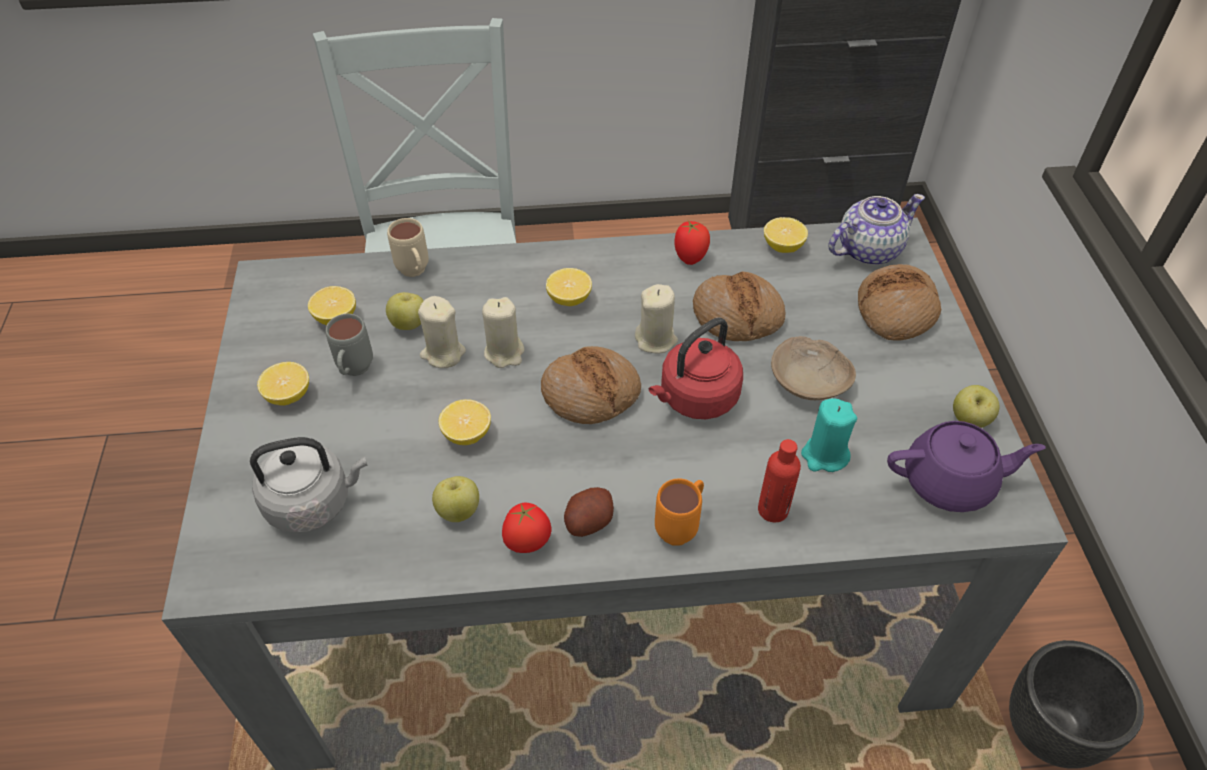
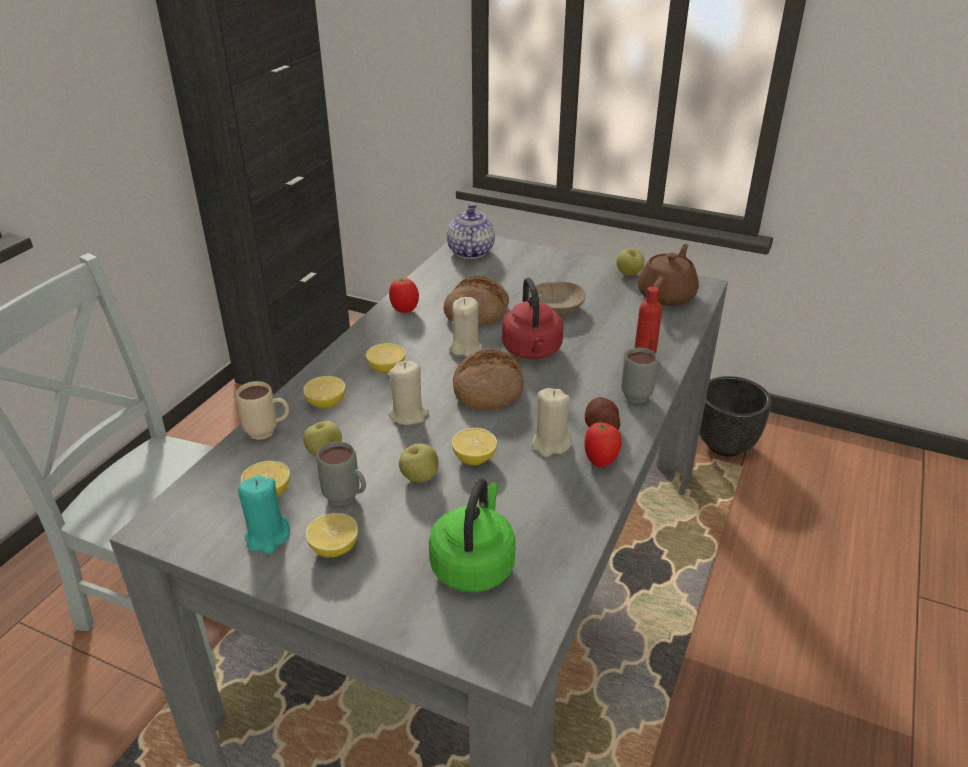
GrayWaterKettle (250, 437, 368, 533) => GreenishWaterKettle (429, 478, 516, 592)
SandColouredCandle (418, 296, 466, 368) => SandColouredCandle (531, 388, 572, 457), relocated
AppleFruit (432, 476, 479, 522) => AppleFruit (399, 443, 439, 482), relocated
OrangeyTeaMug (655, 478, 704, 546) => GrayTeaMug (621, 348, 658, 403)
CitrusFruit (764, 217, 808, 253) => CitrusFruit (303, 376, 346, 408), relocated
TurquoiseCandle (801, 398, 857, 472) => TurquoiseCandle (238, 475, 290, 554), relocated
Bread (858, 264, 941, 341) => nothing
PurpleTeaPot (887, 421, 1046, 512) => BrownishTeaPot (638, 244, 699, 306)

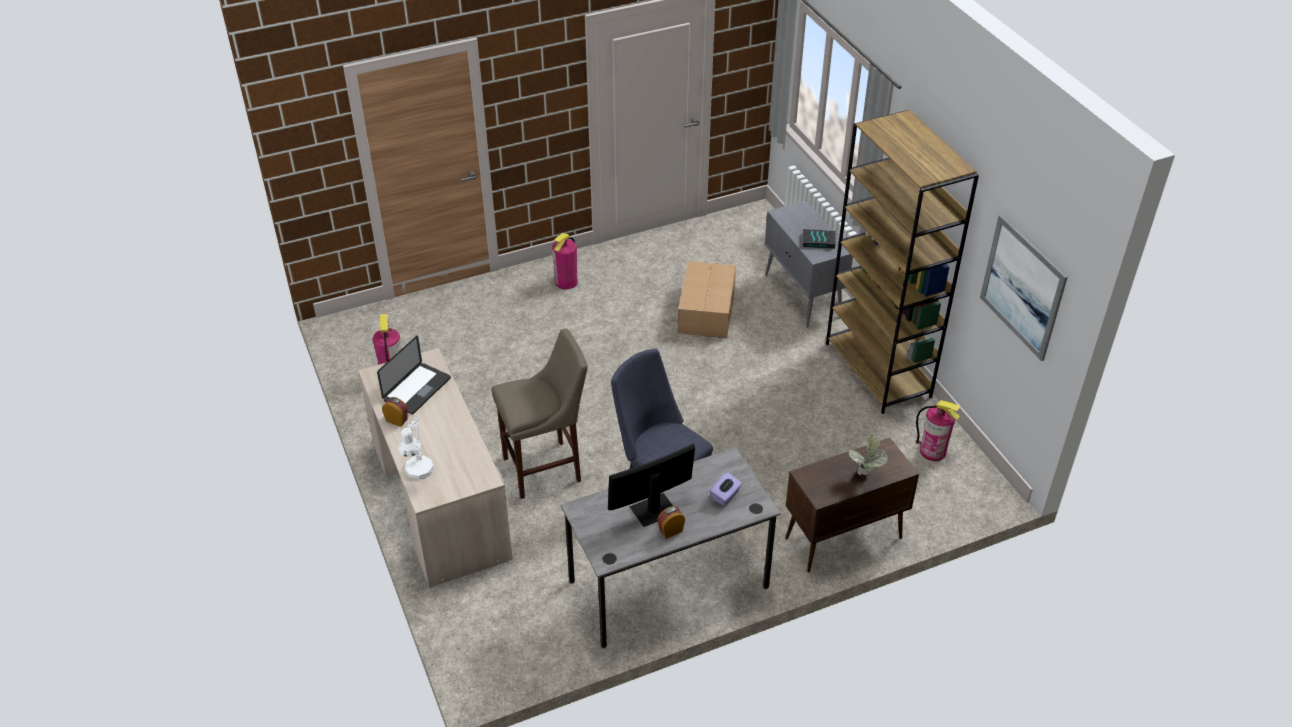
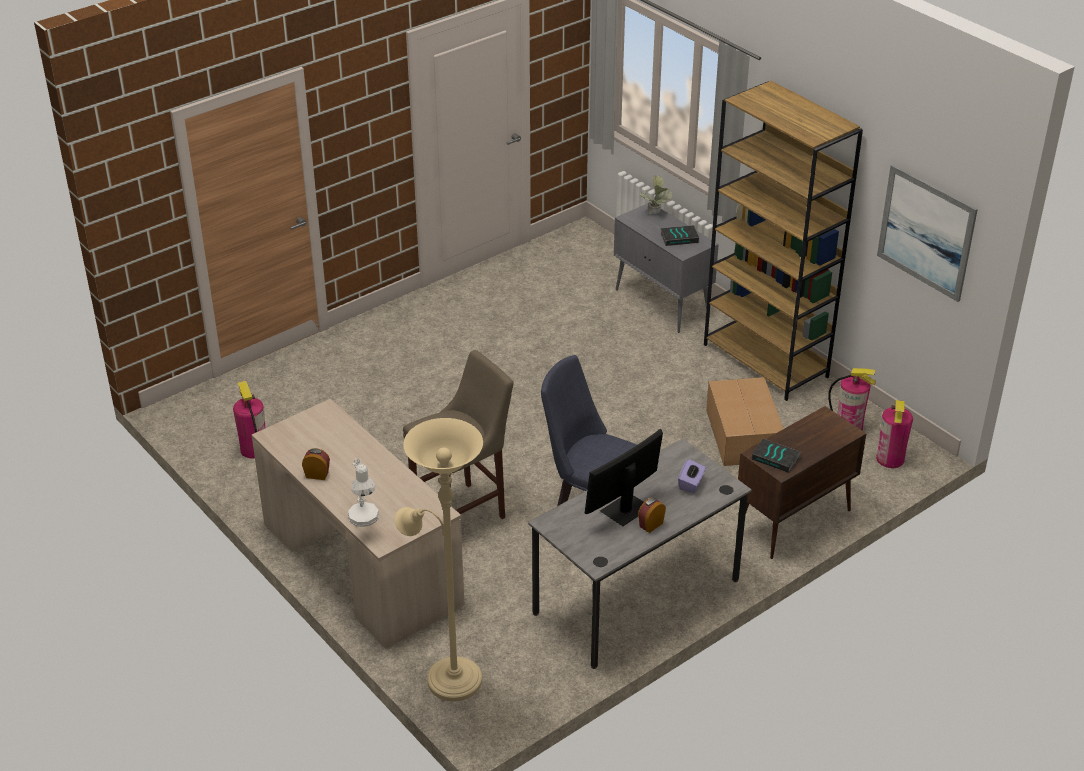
Laptop (377, 336, 451, 414) => nothing
Extinguisher (552, 233, 578, 289) => Extinguisher (876, 400, 913, 468), relocated
CardboardBox (678, 261, 736, 338) => CardboardBox (706, 377, 783, 466), relocated
Houseplant (849, 434, 888, 475) => Houseplant (640, 175, 672, 215), relocated
nothing => SandColouredStandingLamp (394, 418, 483, 702)
nothing => Book (752, 439, 801, 473)

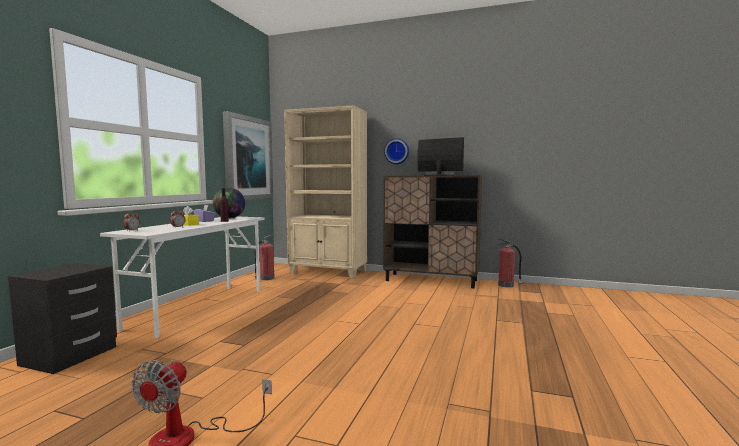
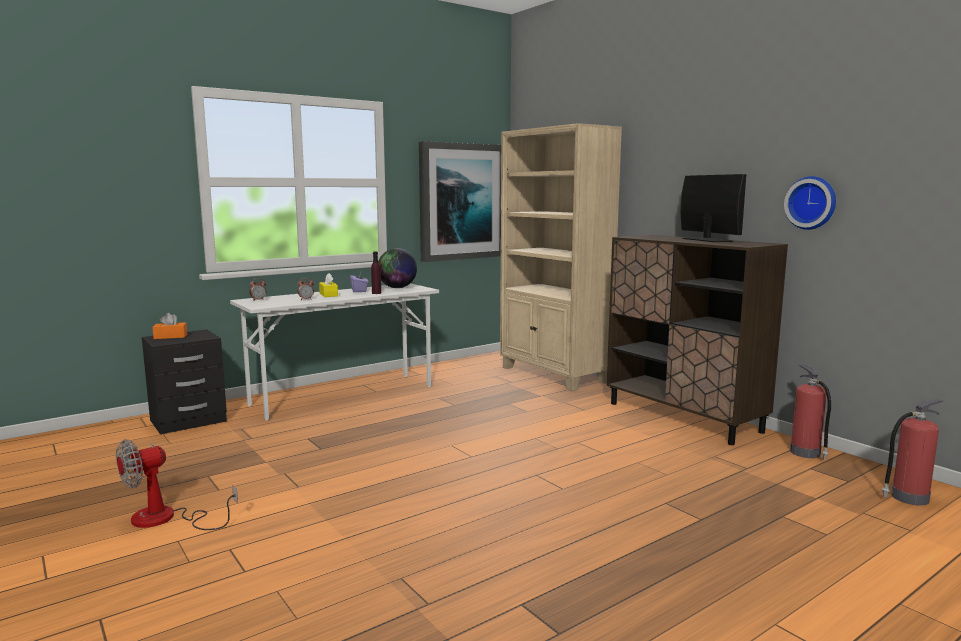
Extinguisher (255, 234, 275, 280) => Extinguisher (882, 398, 943, 506), relocated
HangingClock (384, 138, 409, 164) => HangingClock (784, 176, 836, 230), relocated
nothing => OrangeyBoxOfTissues (152, 313, 187, 339)

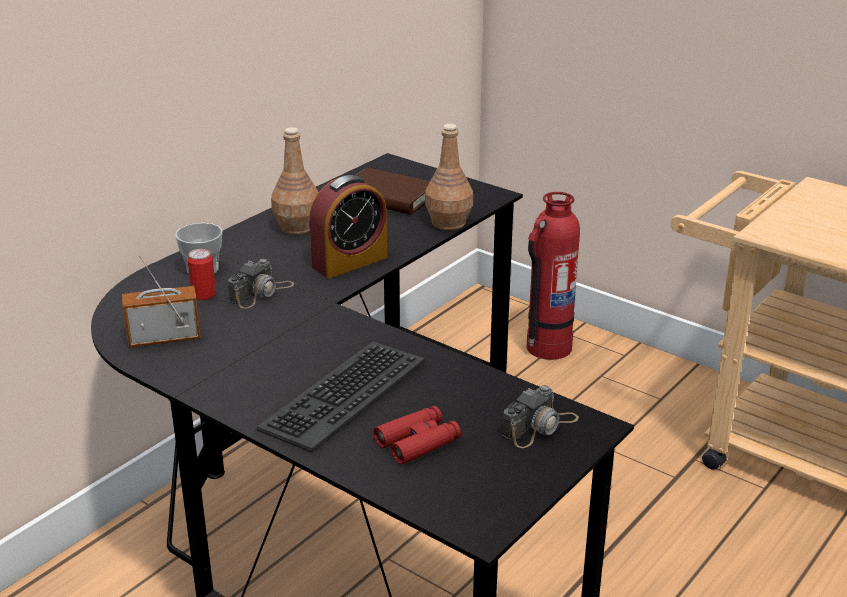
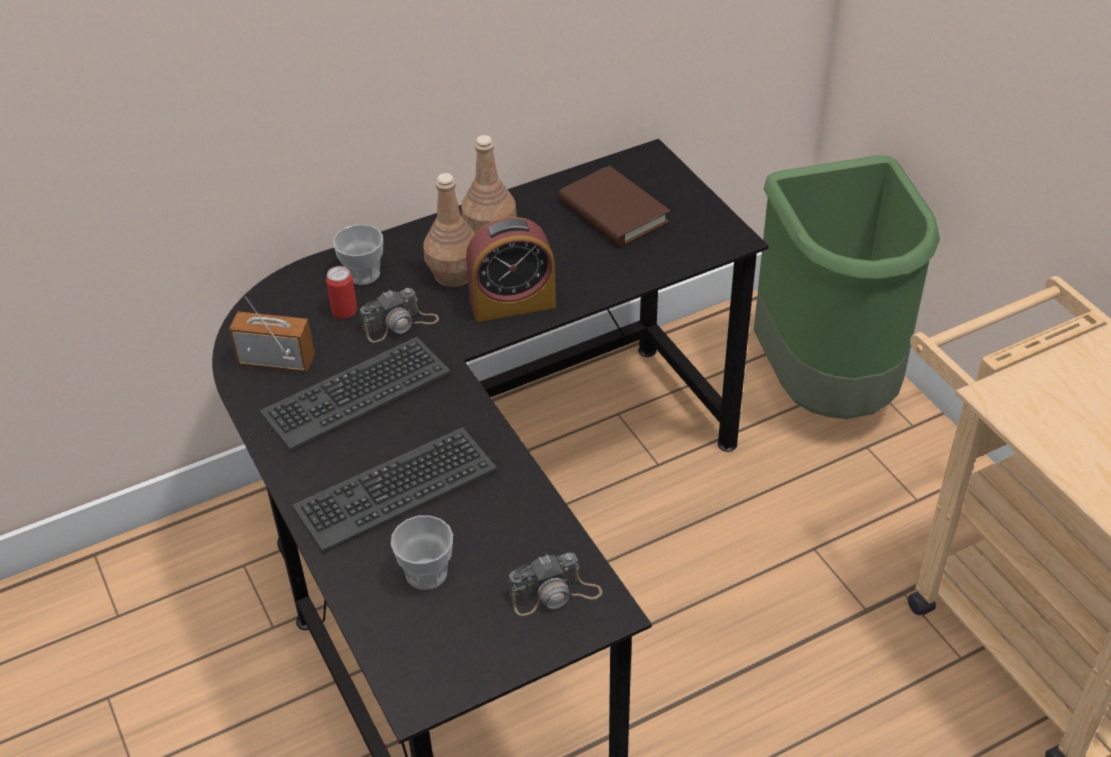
RedFieldGlasses (374, 406, 461, 465) => Cup (391, 515, 453, 590)
BrownishBottle (425, 124, 473, 230) => BrownishBottle (423, 173, 475, 287), relocated
Extinguisher (526, 192, 580, 360) => GreenishRubbishBin (754, 155, 940, 419)
nothing => ComputerKeyboard (259, 337, 452, 452)

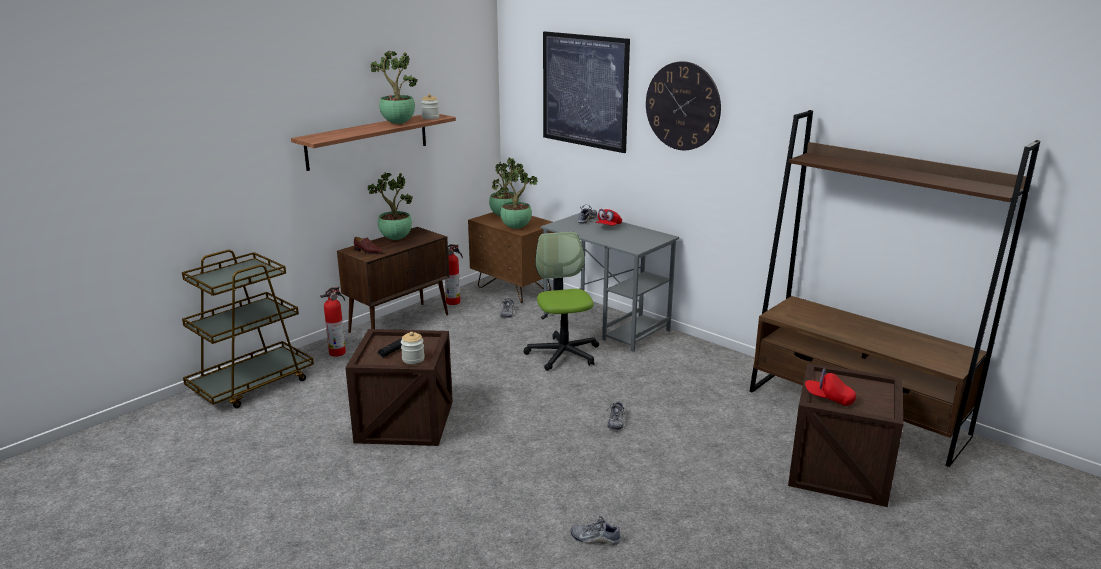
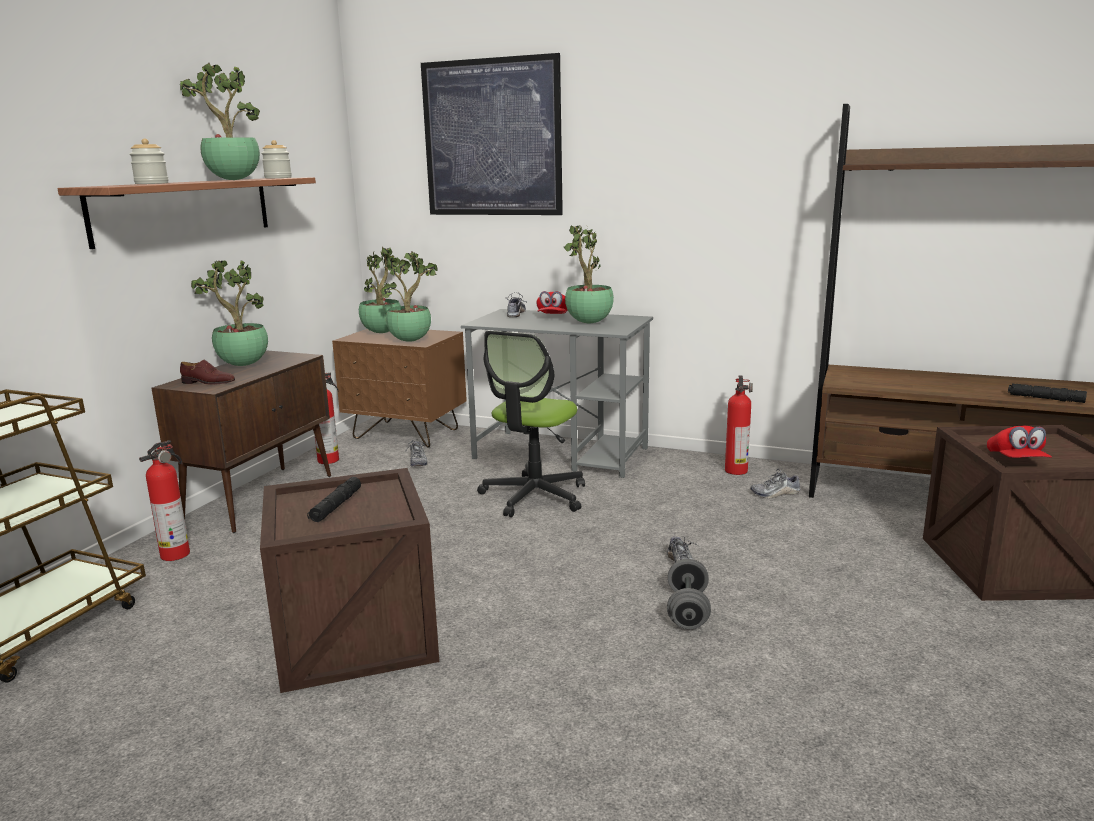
PreserveJar (401, 332, 425, 364) => PreserveJar (129, 139, 169, 184), relocated
DeskChair (523, 232, 599, 371) => DeskChair (477, 331, 585, 517), 120 degrees counterclockwise
Shoe (571, 516, 621, 545) => Shoe (750, 468, 800, 498), relocated
HangingClock (646, 61, 721, 150) => nothing
RedPeakedCap (805, 369, 856, 406) => RedPeakedCap (987, 426, 1052, 458), 90 degrees counterclockwise
nothing => Houseplant (564, 226, 614, 323)
nothing => GrayFreeWeight (667, 559, 711, 629)
nothing => Extinguisher (725, 375, 753, 475)
nothing => BlackFlashlight (1008, 383, 1087, 403)

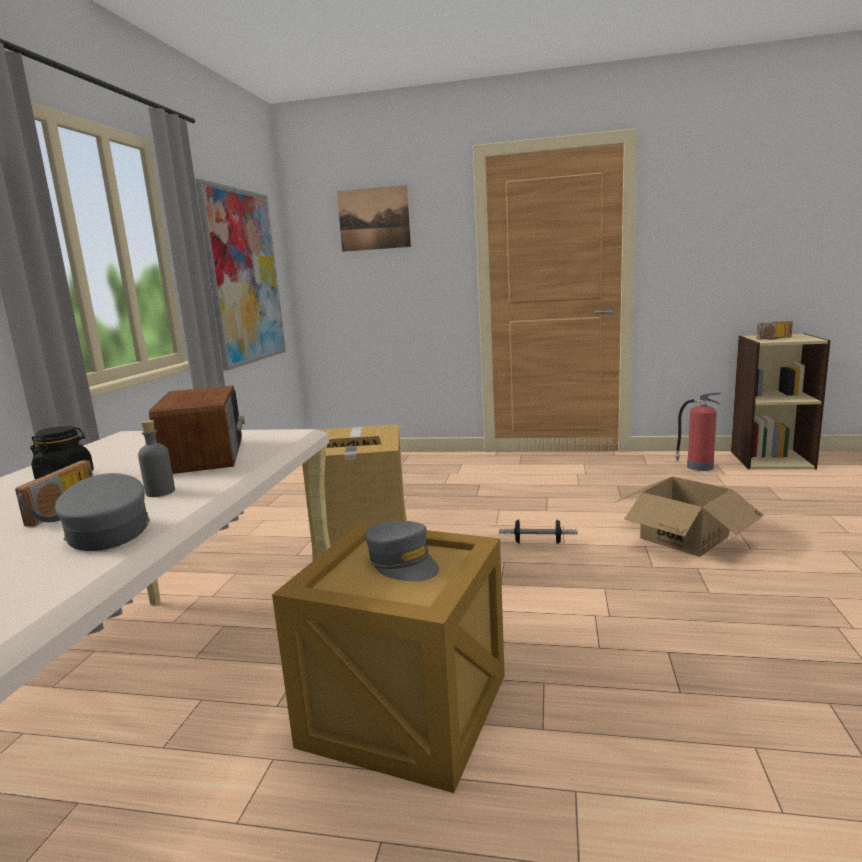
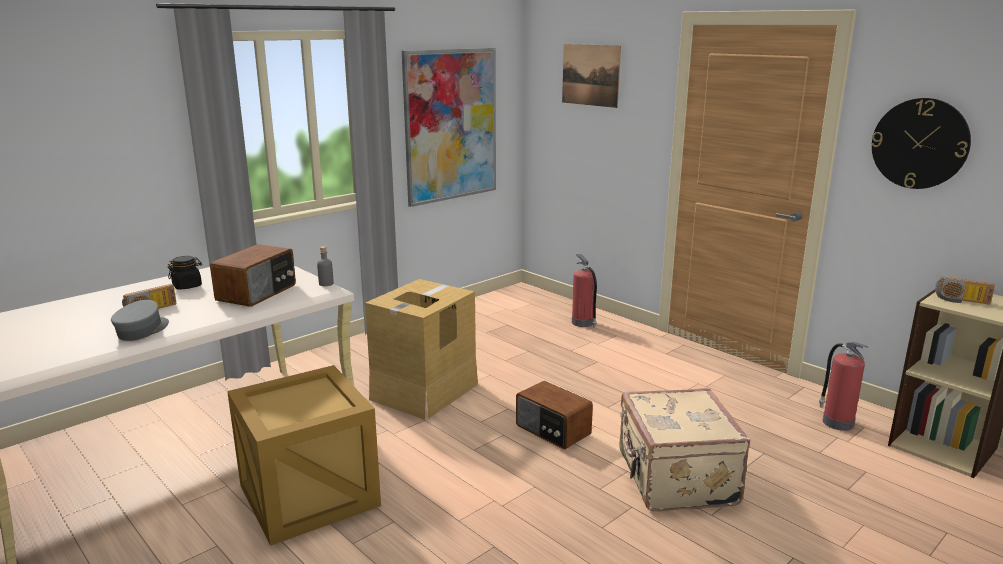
GrayBottle (138, 420, 175, 497) => GrayBottle (317, 246, 334, 286), relocated
GrayPeakedCap (364, 520, 439, 581) => nothing
FreeWeight (499, 519, 578, 544) => RadioSet (516, 381, 593, 449)
CardboardBox (615, 476, 764, 557) => SandColouredTravelCase (619, 388, 750, 511)
nothing => Extinguisher (572, 254, 597, 328)
nothing => HangingClock (871, 98, 971, 189)

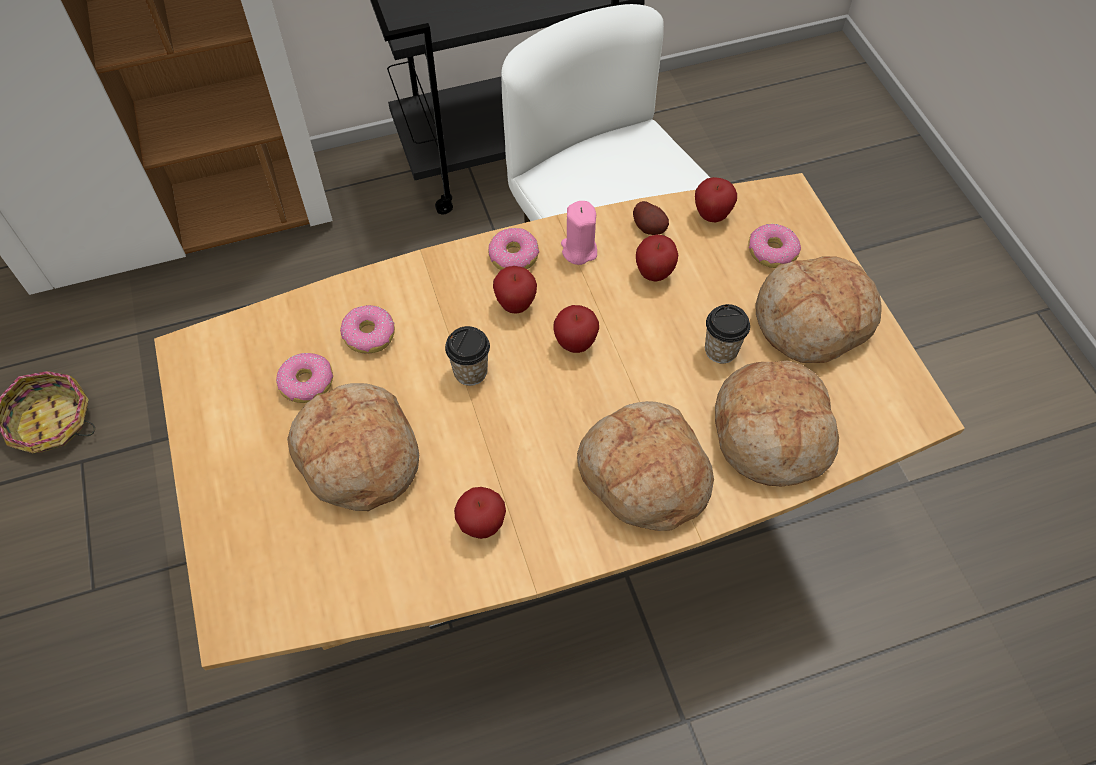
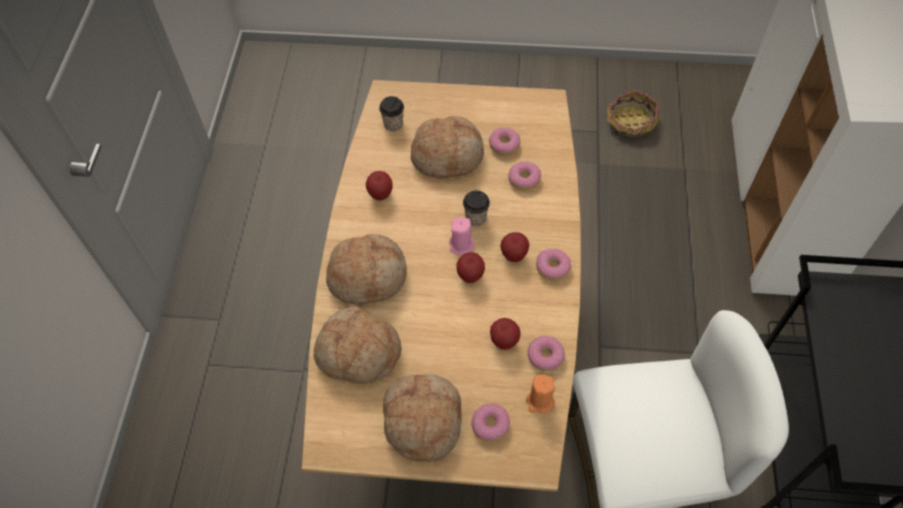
PinkColouredCandle (561, 201, 597, 265) => PinkColouredCandle (449, 217, 475, 255), relocated
WholePotato (633, 201, 669, 235) => Donut (527, 336, 565, 371)
AppleFruit (695, 177, 737, 223) => OrangeyCandle (526, 374, 555, 414)
Cup (705, 304, 750, 364) => Cup (379, 96, 404, 132), relocated

